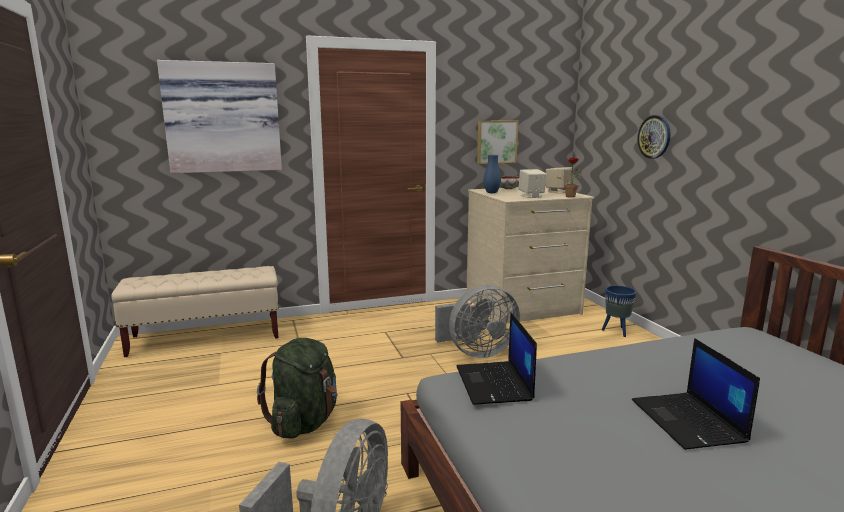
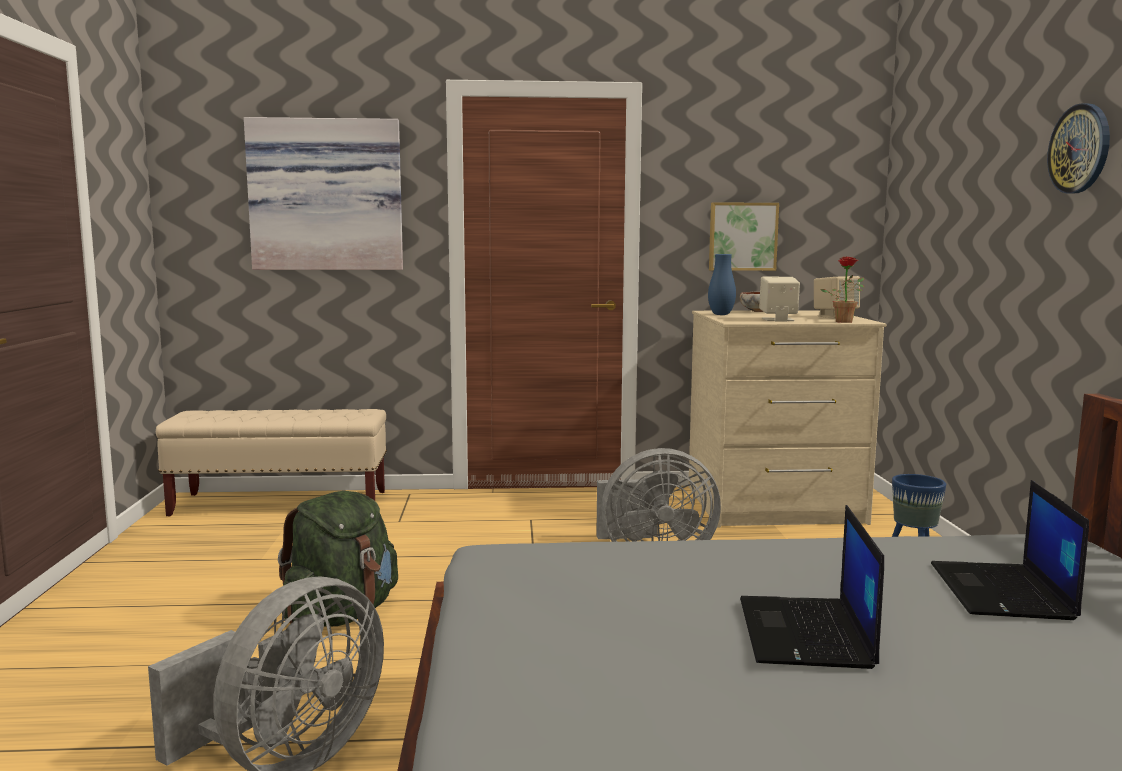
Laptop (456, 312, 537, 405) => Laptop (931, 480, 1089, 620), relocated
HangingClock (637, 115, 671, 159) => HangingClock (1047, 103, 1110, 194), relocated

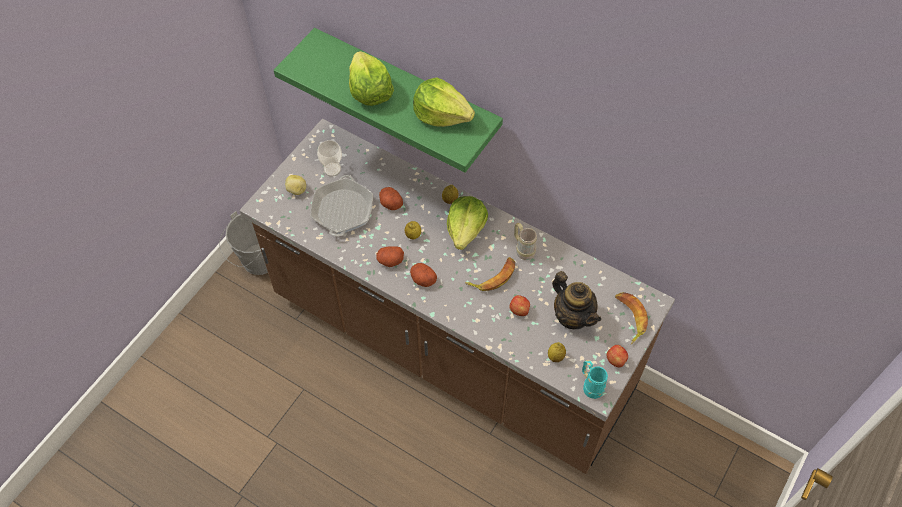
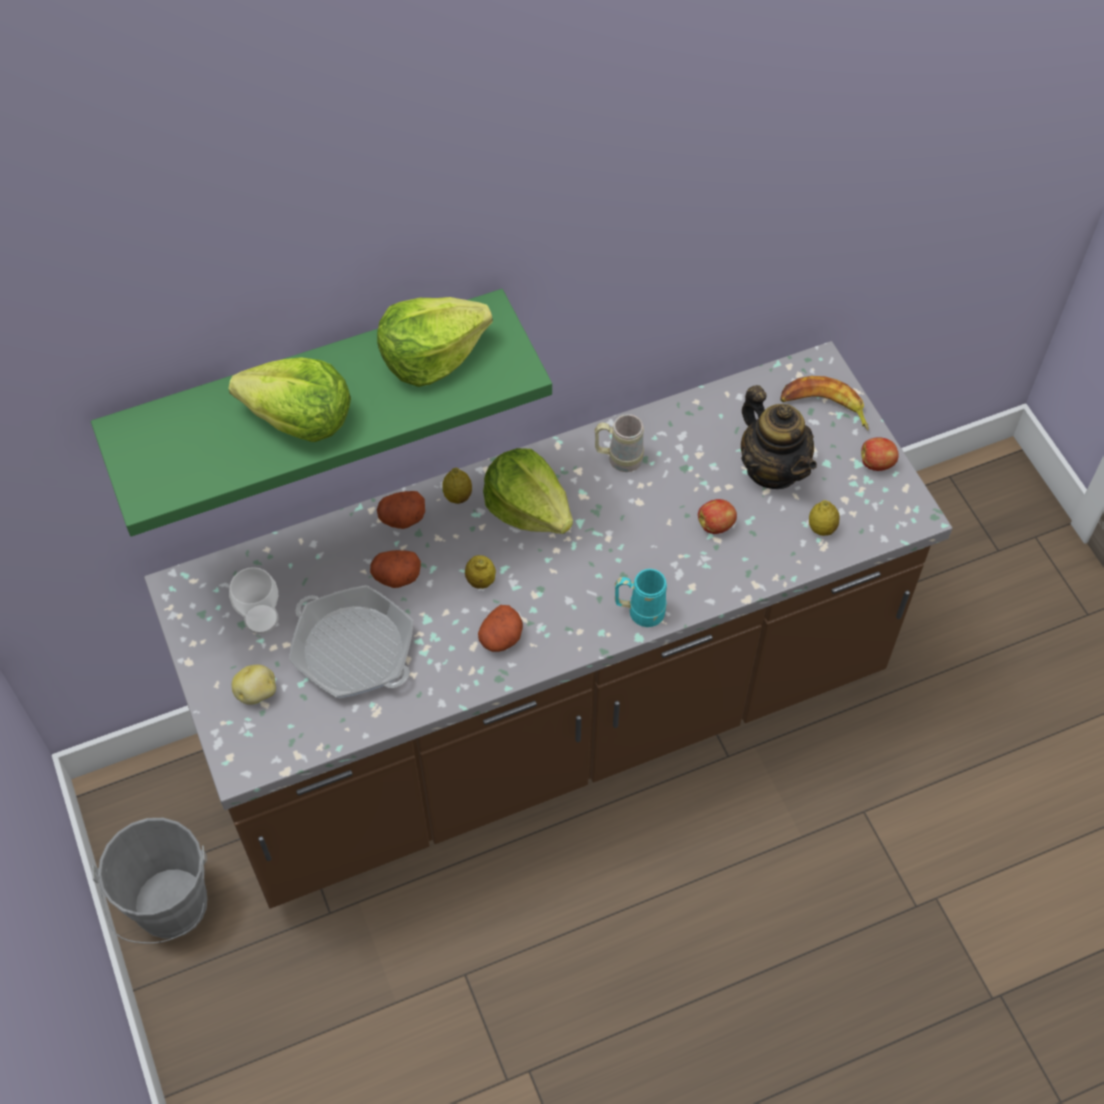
WholePotato (410, 263, 437, 287) => WholePotato (377, 491, 425, 529), relocated
BananaFruit (465, 257, 515, 291) => nothing
TeaPot (552, 271, 601, 329) => TeaPot (741, 385, 817, 489), 60 degrees clockwise
TurquoiseTeaMug (582, 360, 608, 399) => TurquoiseTeaMug (615, 569, 667, 627), relocated

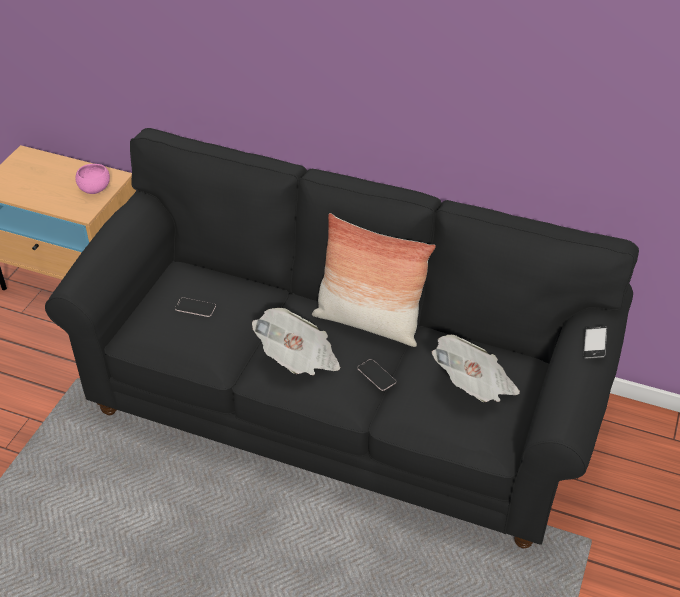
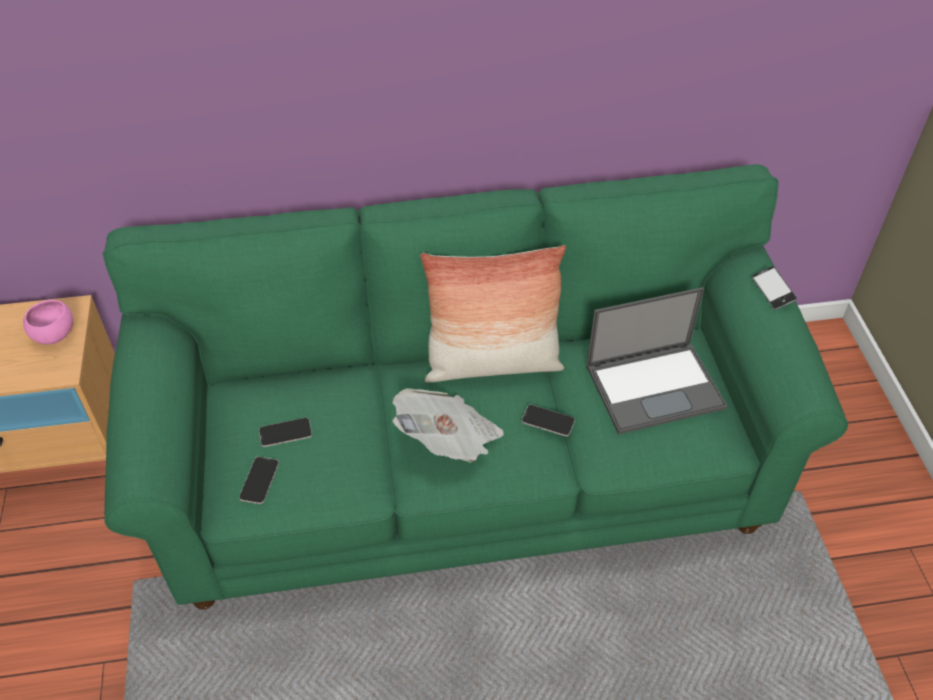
BlackSofa (45, 128, 639, 548) => GreenishSofa (103, 164, 848, 609)
PrintedPaper (431, 335, 520, 403) => Laptop (586, 287, 727, 435)
nothing => Phone (239, 457, 279, 504)

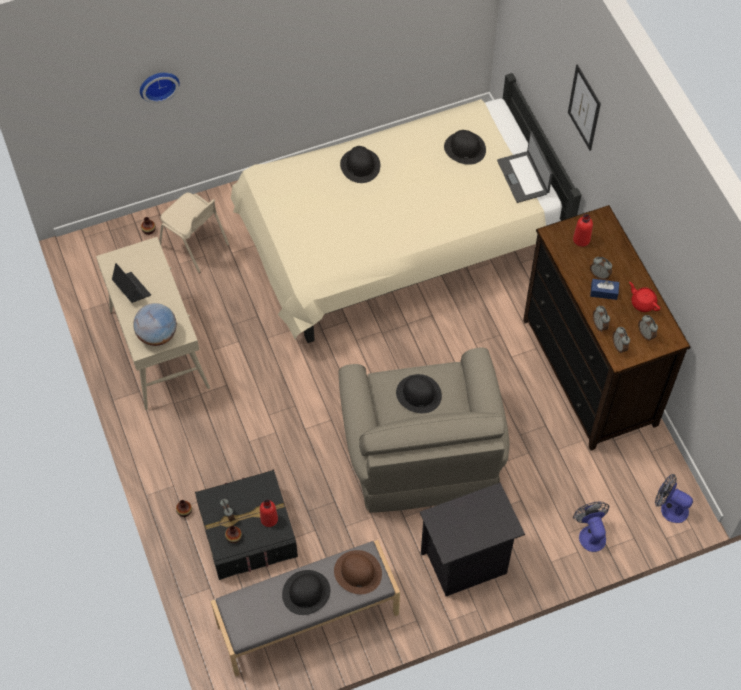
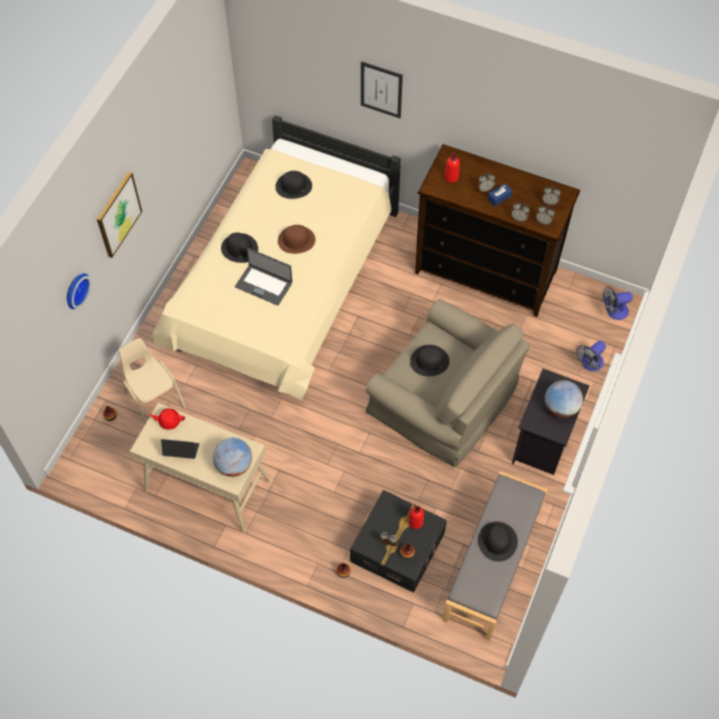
SandColouredUprightChair (159, 193, 229, 273) => SandColouredUprightChair (119, 338, 186, 424), 120 degrees counterclockwise
BrownishWearableHat (334, 550, 382, 594) => BrownishWearableHat (278, 225, 316, 254), relocated
Laptop (497, 131, 553, 203) => Laptop (235, 248, 292, 306), relocated
Fan (573, 501, 609, 552) => Fan (576, 341, 606, 371), 75 degrees counterclockwise
RedTeaPot (629, 282, 660, 312) => RedTeaPot (149, 408, 185, 430), relocated
nothing => Picture (97, 172, 142, 258)
nothing => WorldGlobe (545, 380, 583, 418)

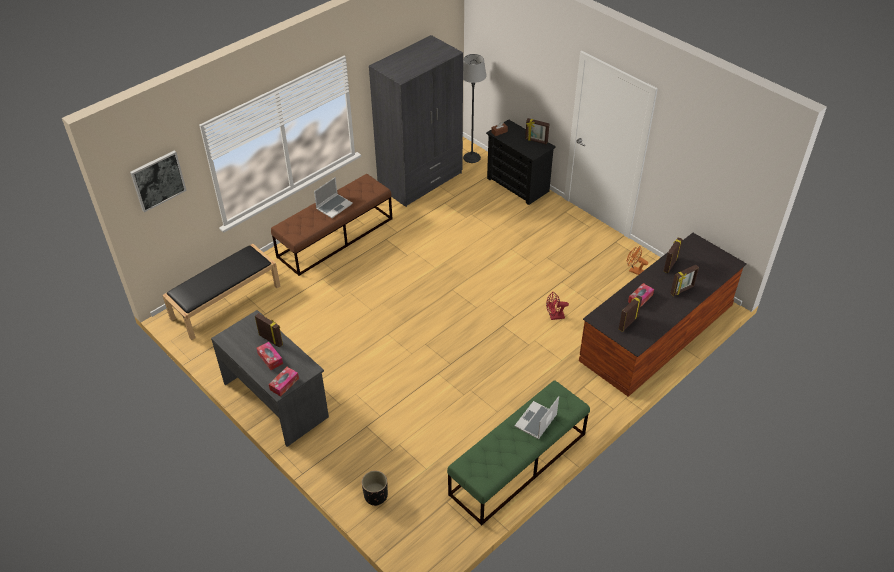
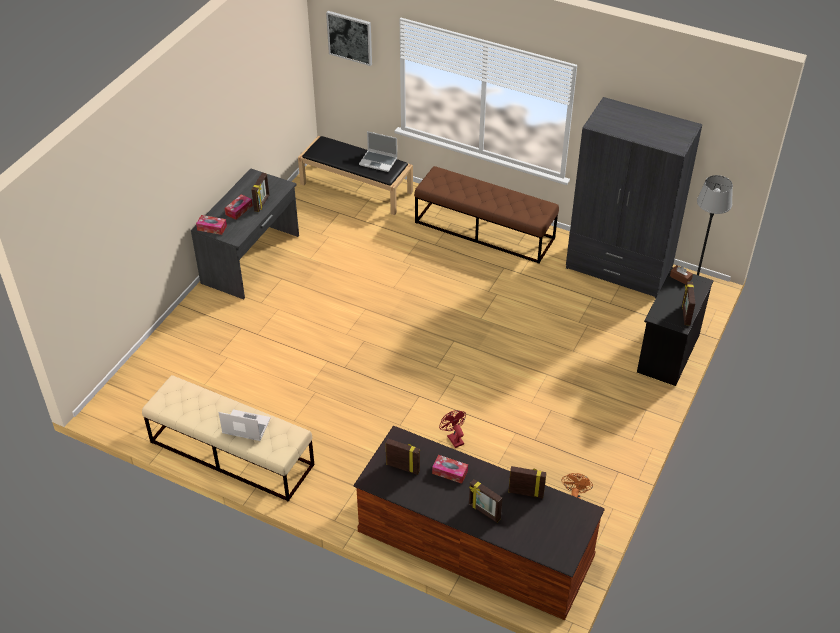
Laptop (314, 177, 353, 218) => Laptop (359, 131, 398, 172), relocated
BlackPlanter (362, 471, 388, 506) => nothing
GreenishIndoorBench (447, 380, 590, 525) => SandColouredIndoorBench (142, 375, 314, 502)

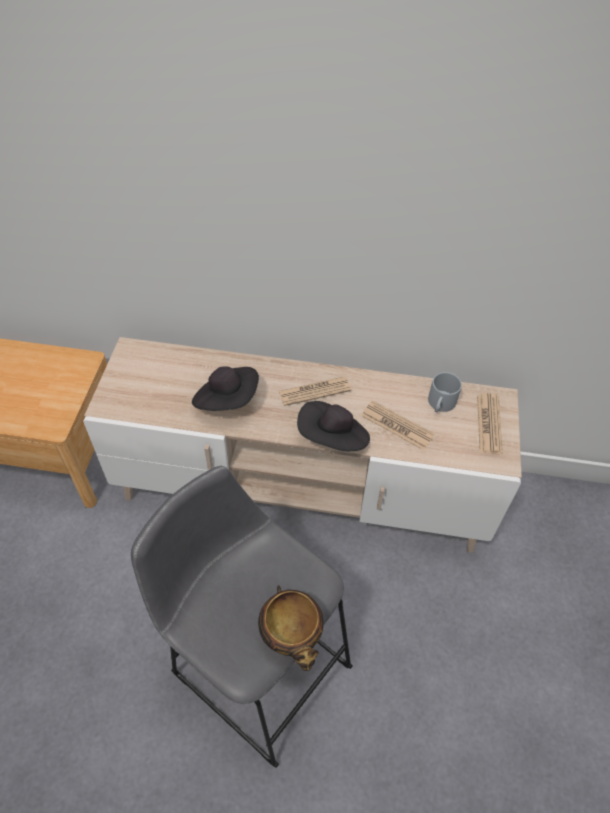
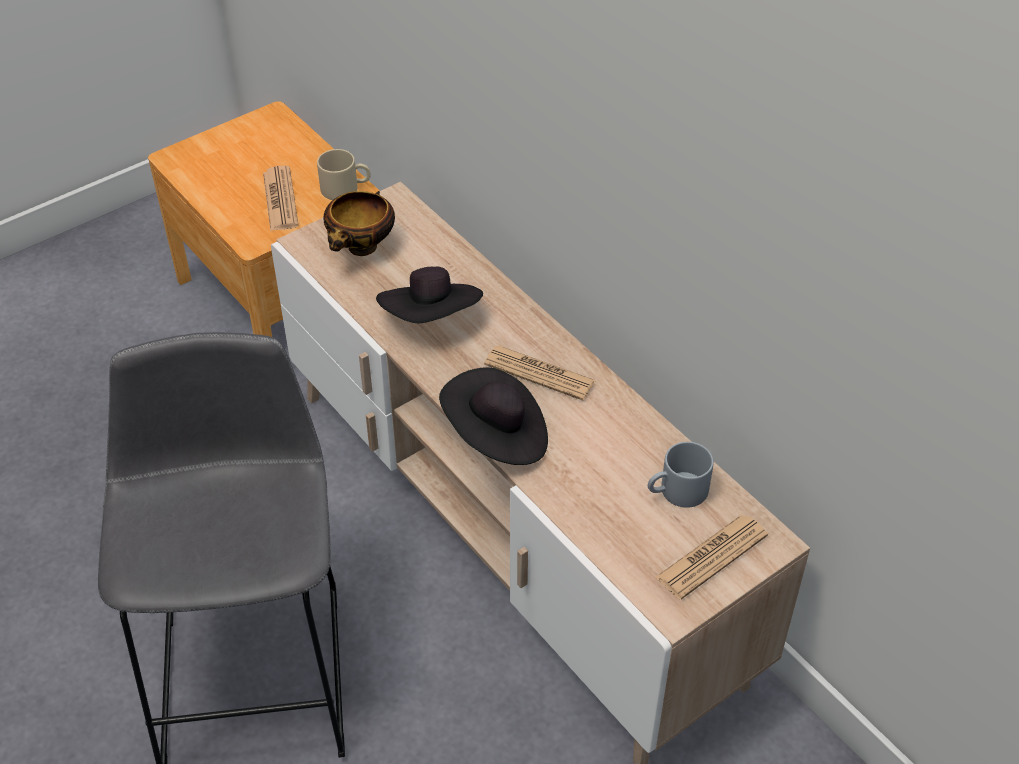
ServingBowl (258, 585, 324, 671) => ServingBowl (323, 191, 395, 256), relocated
PrintedPaper (361, 400, 435, 450) => PrintedPaper (263, 166, 299, 231), relocated
nothing => SandColouredTeaMug (317, 149, 371, 200)

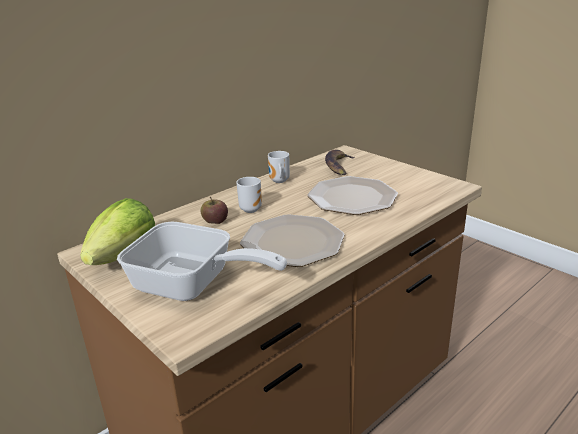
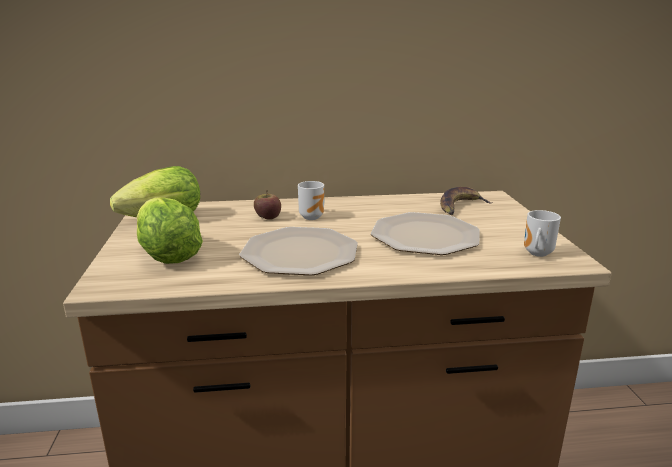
FryingPan (117, 222, 287, 301) => LettuceHead (137, 197, 203, 264)
TeaMug (268, 151, 290, 183) => TeaMug (524, 210, 561, 257), relocated

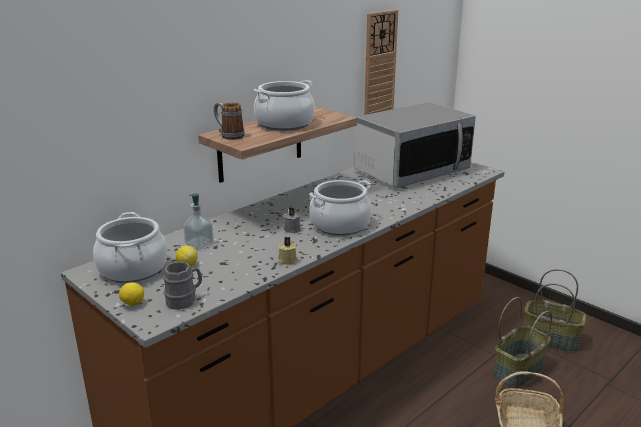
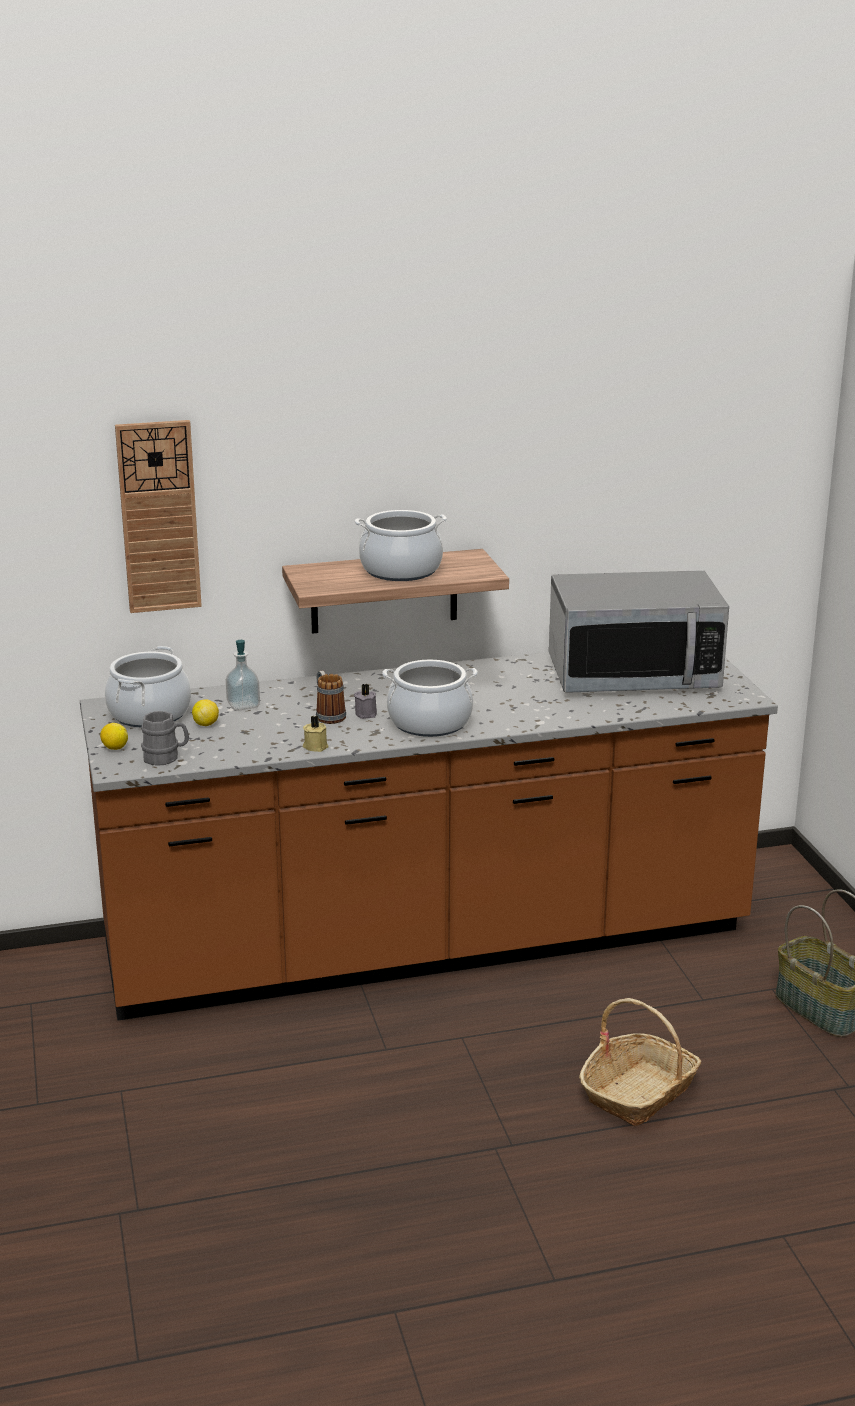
TeaMug (214, 103, 245, 140) => TeaMug (316, 670, 346, 724), relocated
HangingClock (364, 10, 398, 115) => HangingClock (115, 420, 202, 613), relocated
StorageBasket (493, 297, 552, 388) => nothing

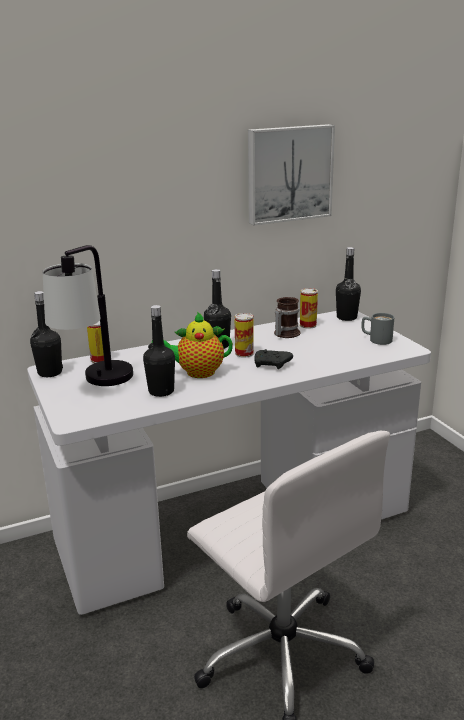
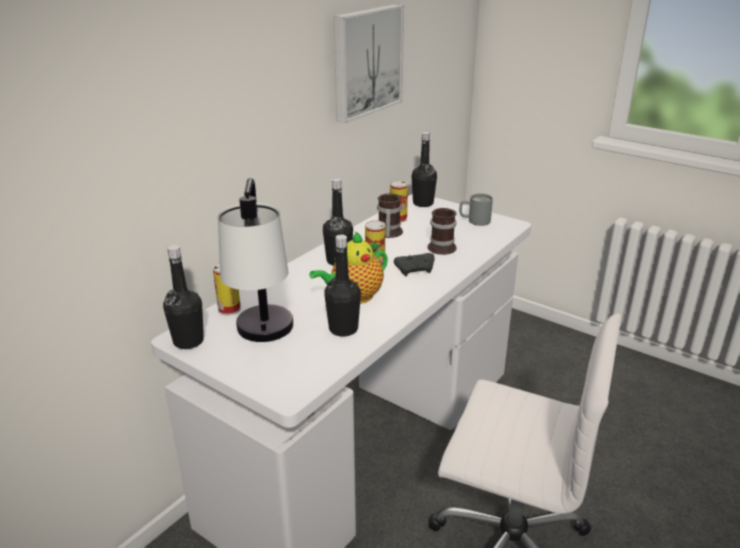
nothing => TeaMug (427, 208, 457, 255)

